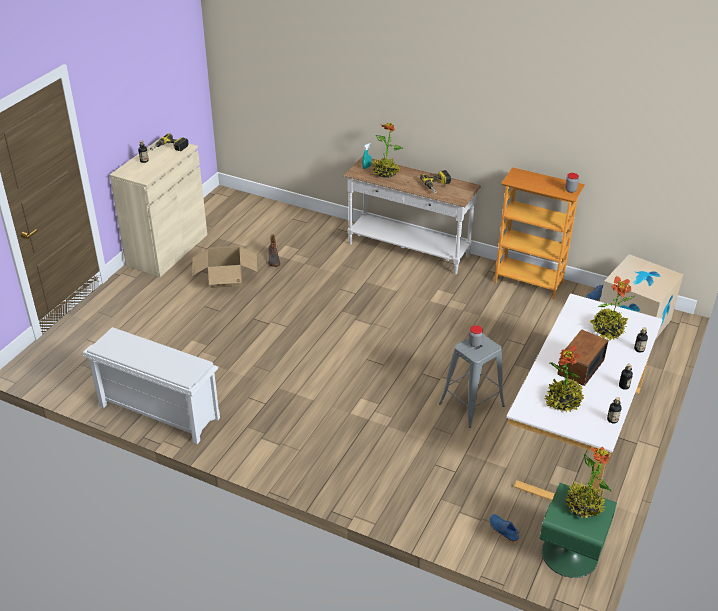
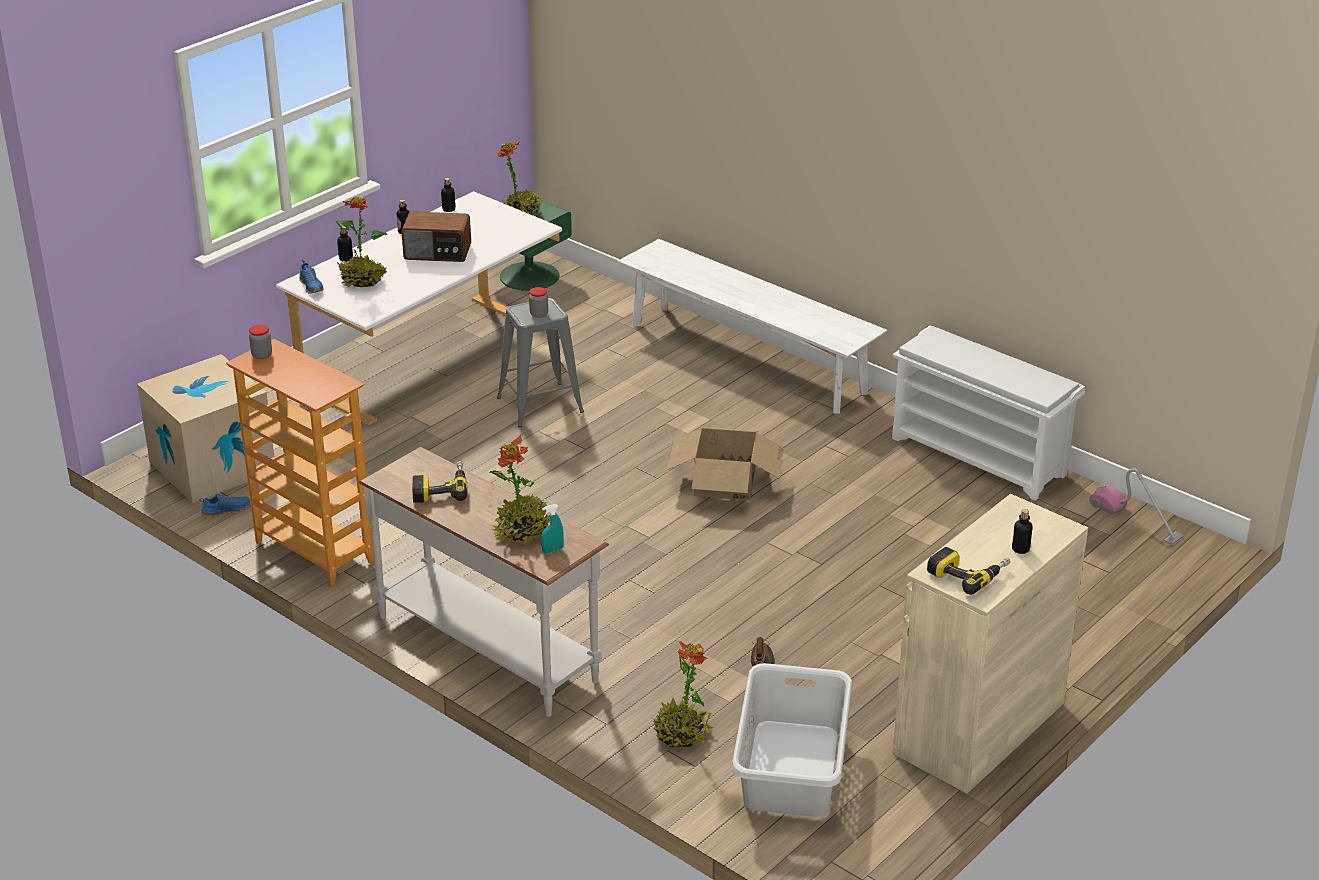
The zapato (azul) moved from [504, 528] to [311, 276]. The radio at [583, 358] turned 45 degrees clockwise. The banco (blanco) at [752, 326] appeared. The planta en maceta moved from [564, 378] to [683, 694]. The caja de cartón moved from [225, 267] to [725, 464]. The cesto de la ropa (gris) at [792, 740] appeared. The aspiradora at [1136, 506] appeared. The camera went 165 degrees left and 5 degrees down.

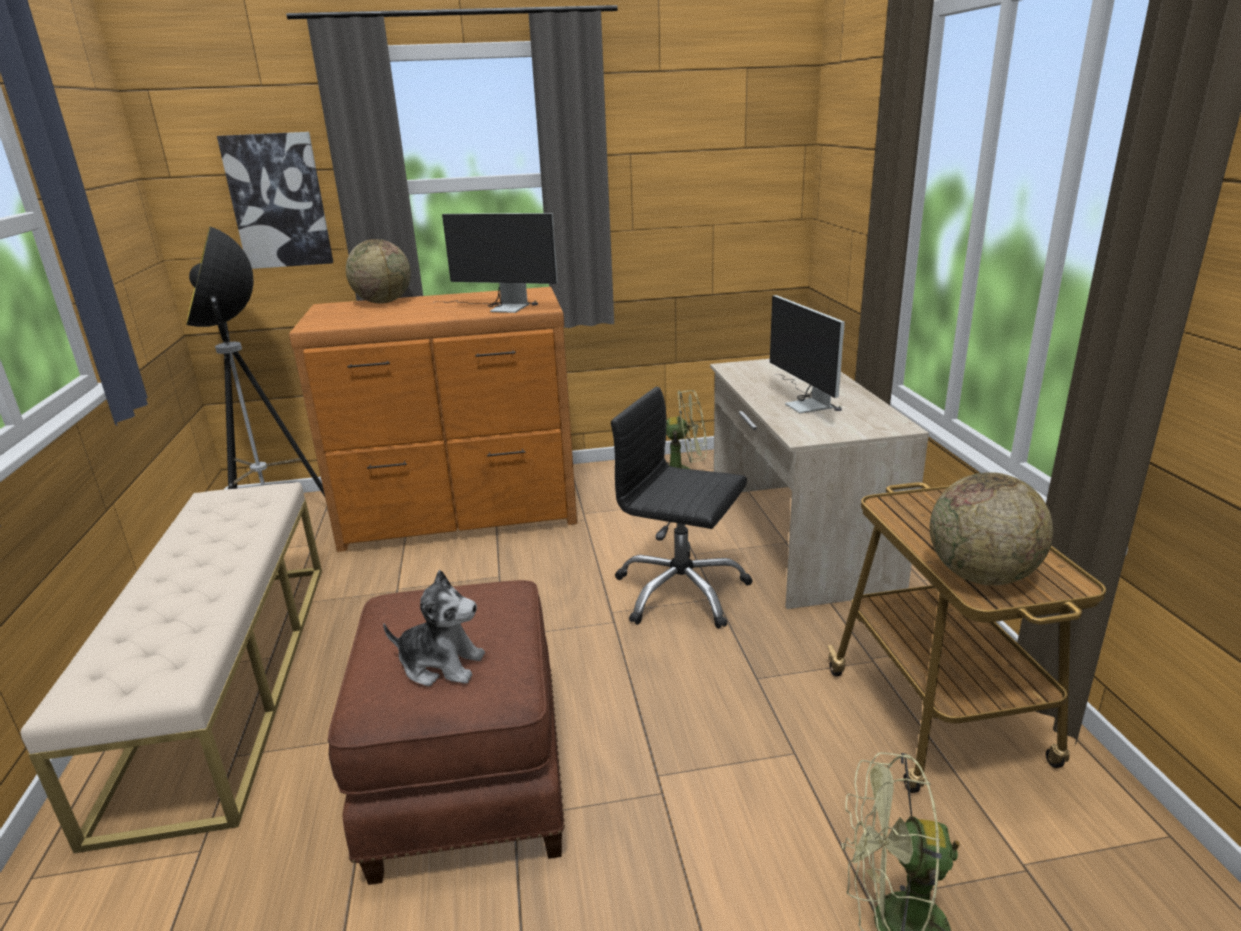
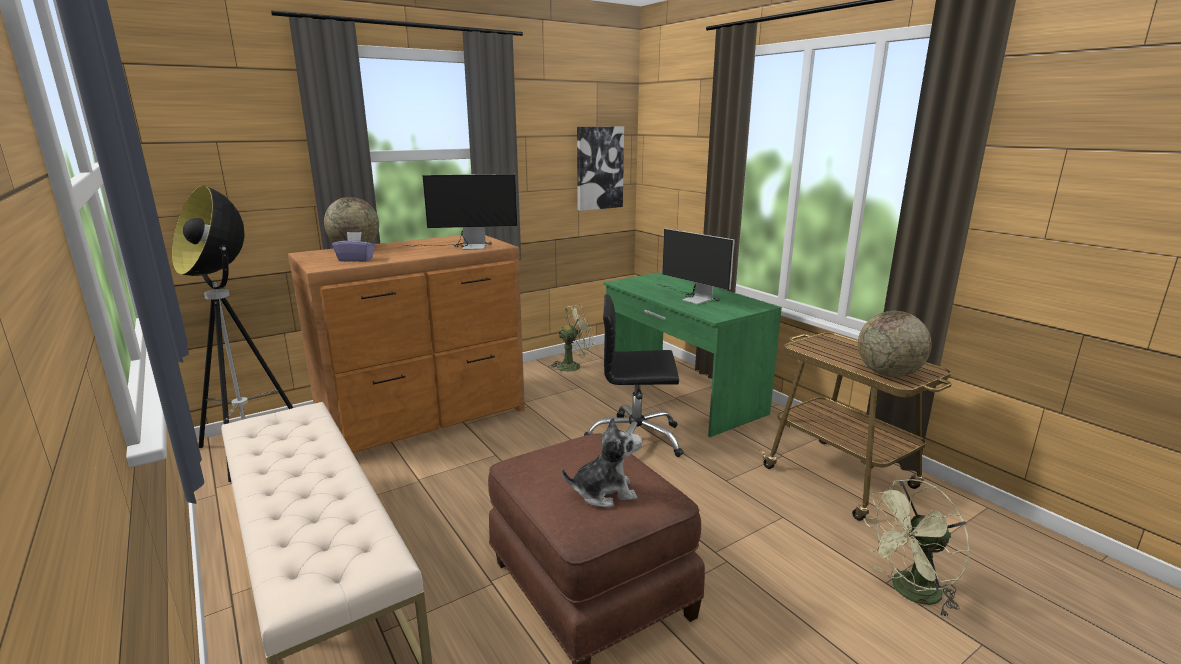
The caja de pañuelos (morado) at [353, 247] appeared. The cuadro moved from [275, 200] to [600, 168]. The escritorio (beis) at [819, 484] became the escritorio (verde) at [692, 354]. The camera went 25 degrees left and 5 degrees down.

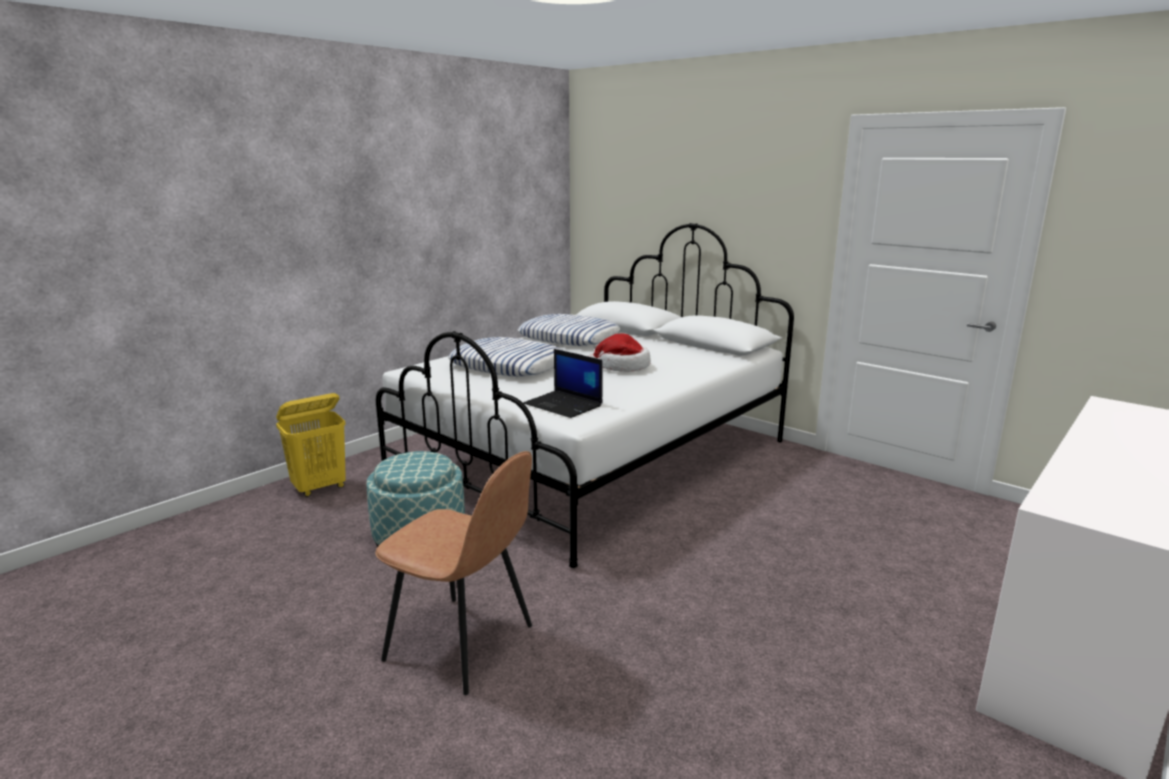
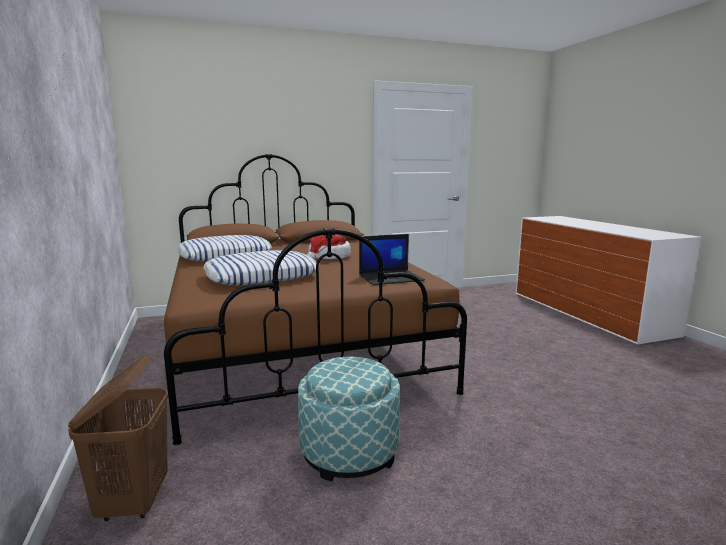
The cesto de la ropa (amarillo) at [311, 445] became the cesto de la ropa (marrón) at [118, 438]. The cama (blanco) at [585, 395] became the cama (marrón) at [315, 299]. The silla (marrón) at [453, 573] disappeared. The camera went 60 degrees left and 5 degrees down.

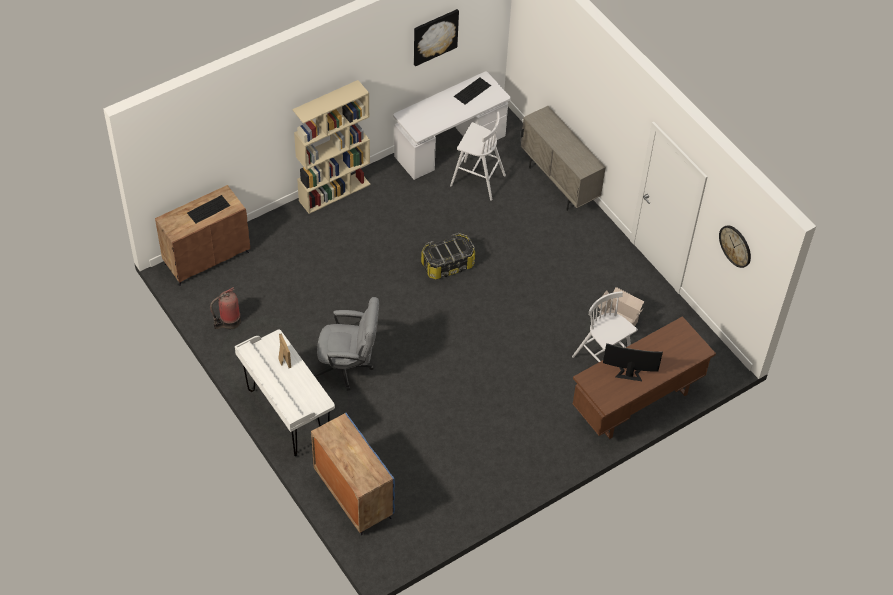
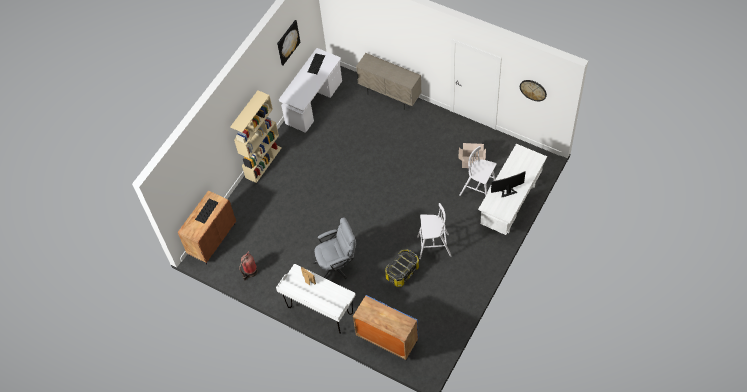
The caja de almacenaje moved from [448, 256] to [402, 268]. The taburete (blanco) moved from [478, 156] to [434, 231]. The escritorio (marrón) at [644, 377] became the escritorio (blanco) at [512, 189]. The camera went 20 degrees left and 5 degrees up.

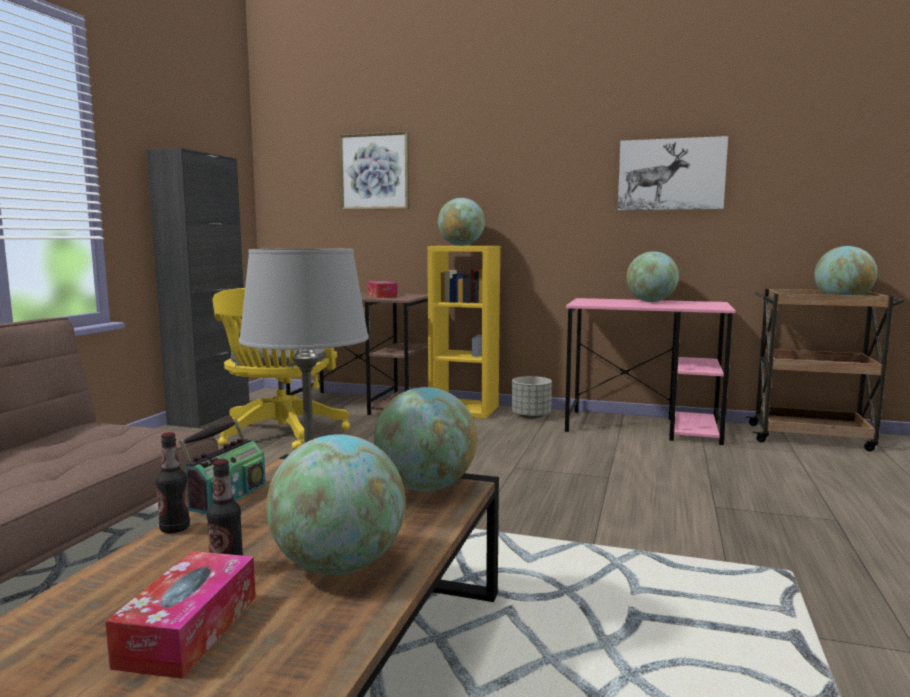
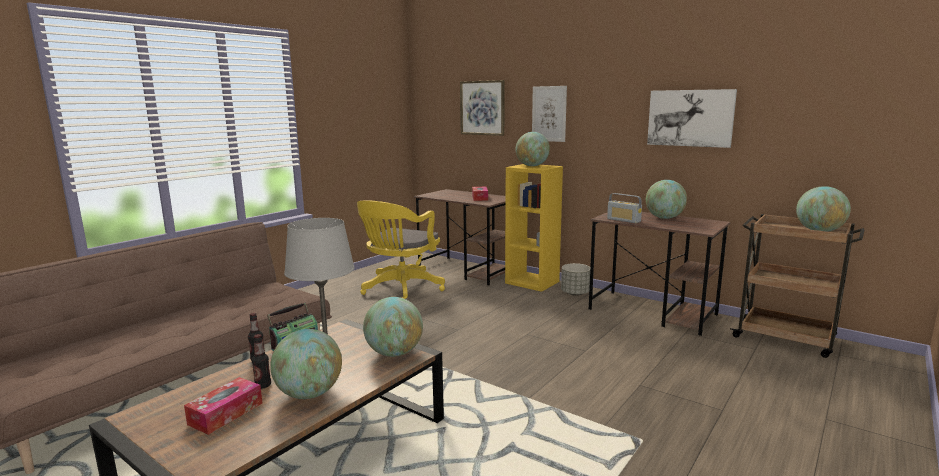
The cuadro at [549, 114] appeared. The escritorio (rosa) at [650, 371] became the escritorio (marrón) at [659, 274]. The radio at [624, 208] appeared. The armario (negro) at [198, 288] disappeared. The camera went 20 degrees right and 5 degrees up.

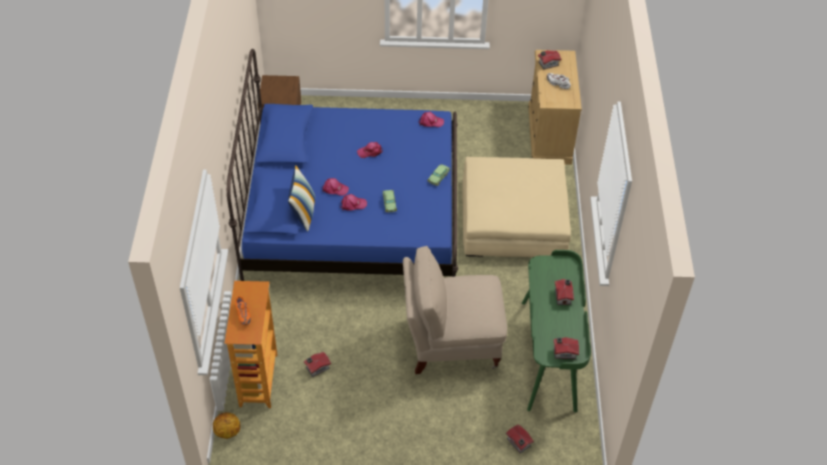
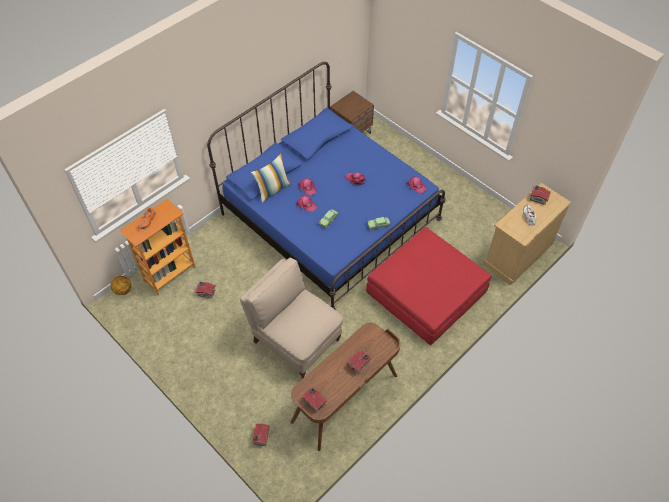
The escritorio (verde) at [556, 331] became the escritorio (marrón) at [345, 387]. The puf (beis) at [516, 207] became the puf (rojo) at [428, 286]. The camera went 45 degrees right and 5 degrees up.

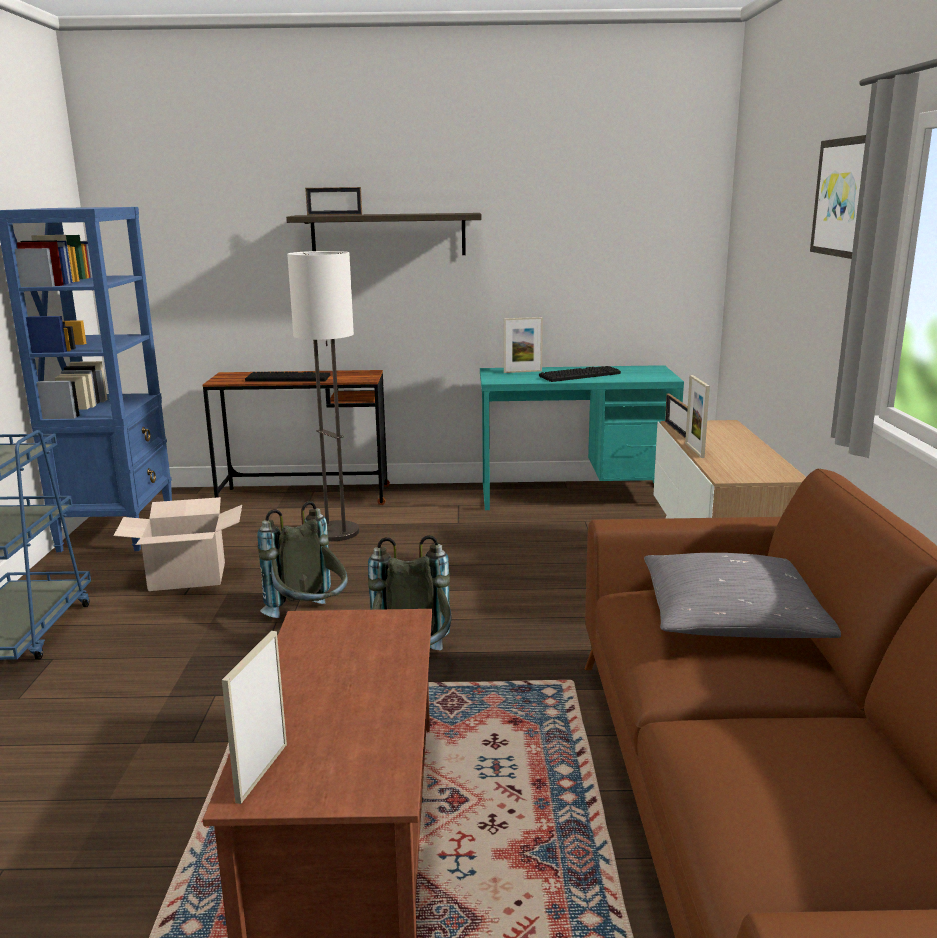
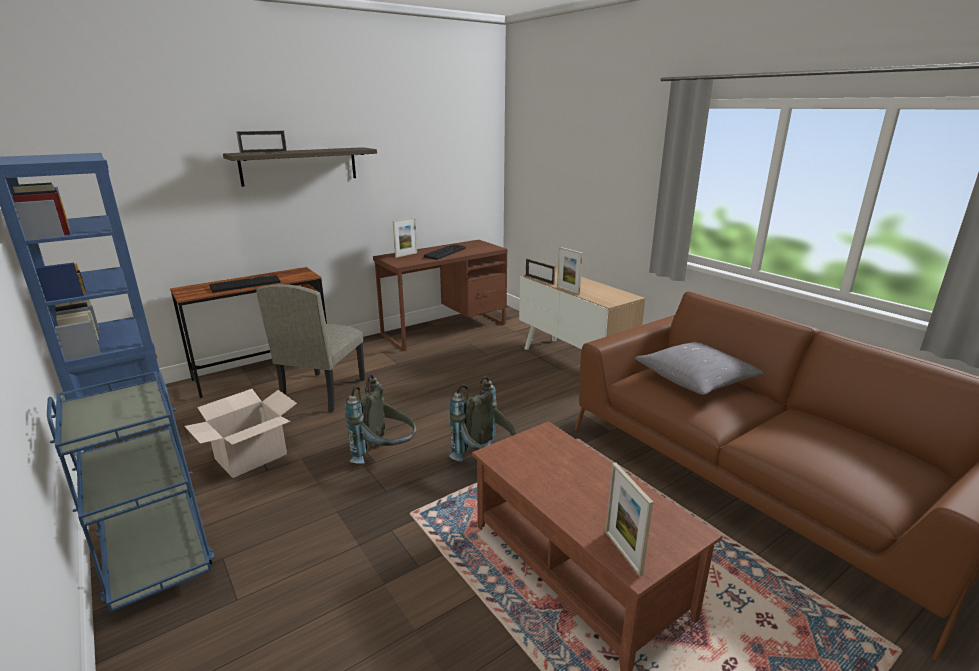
The lámpara de pie at [323, 396] was replaced by the silla (beis) at [310, 348]. The escritorio (turquesa) at [582, 437] became the escritorio (marrón) at [440, 295]. The cuadro at [838, 197] disappeared. The camera went 35 degrees left and 5 degrees up.

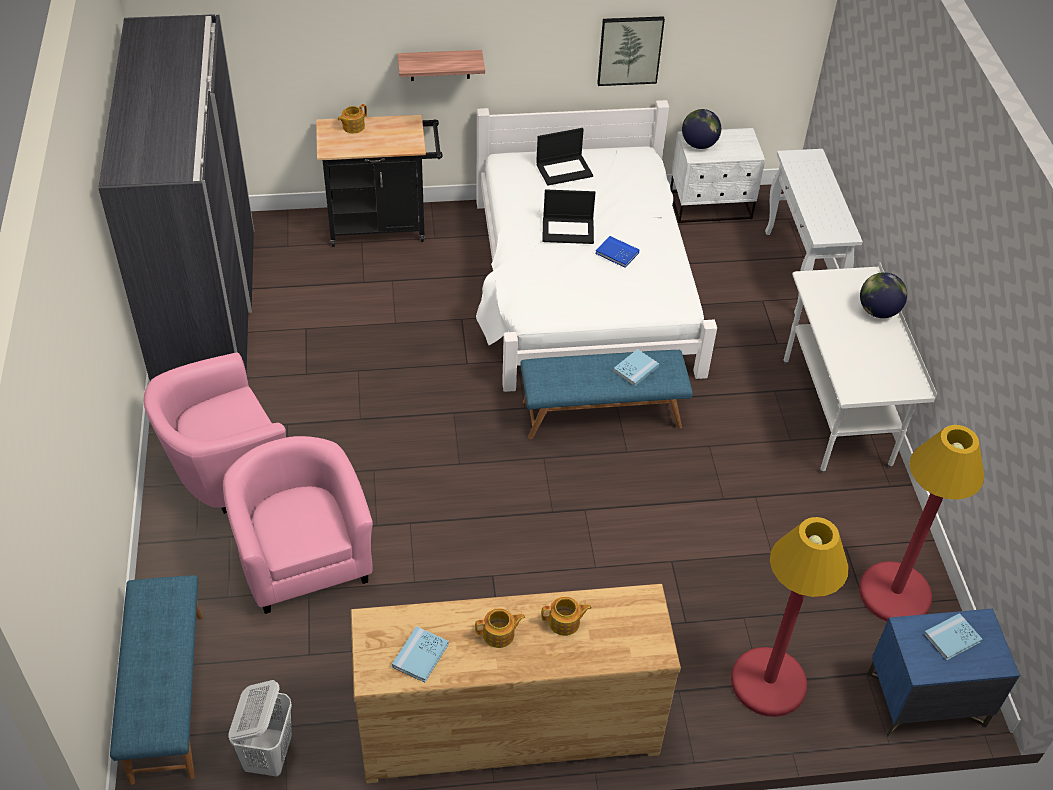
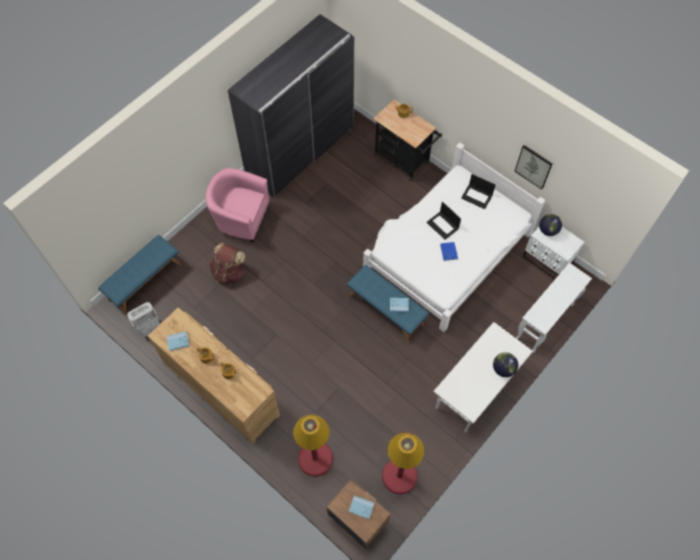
The sillón (rosa) at [298, 525] was replaced by the mochila (marrón) at [227, 264]. The mesita de noche (azul) at [943, 673] became the mesita de noche (marrón) at [359, 514]. The estante at [441, 65] disappeared. The camera went 50 degrees right and 15 degrees up.

